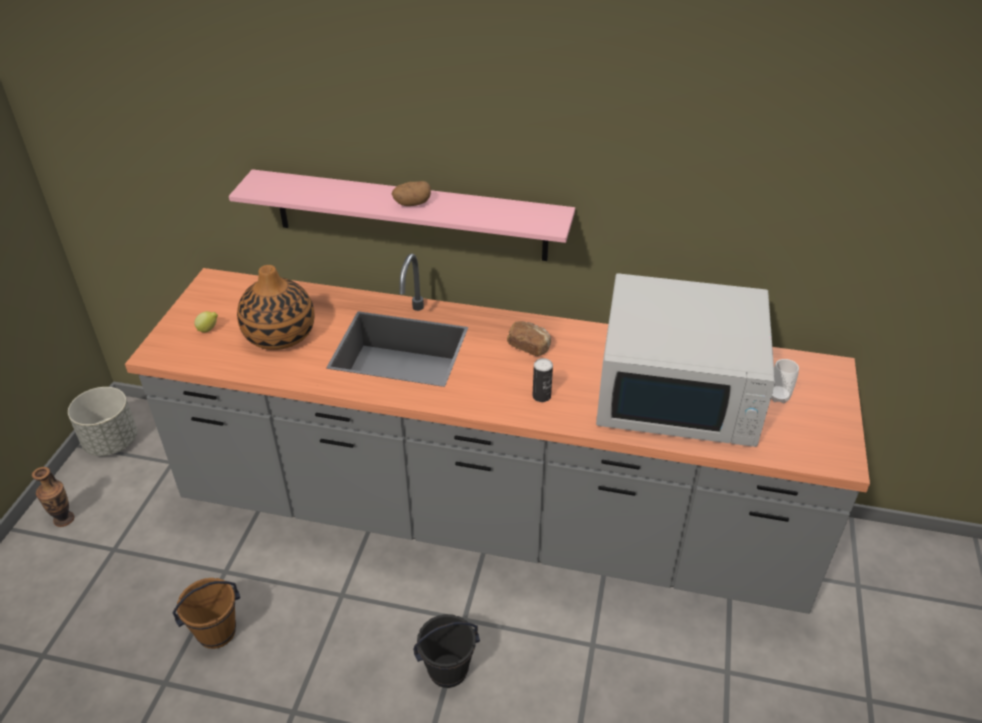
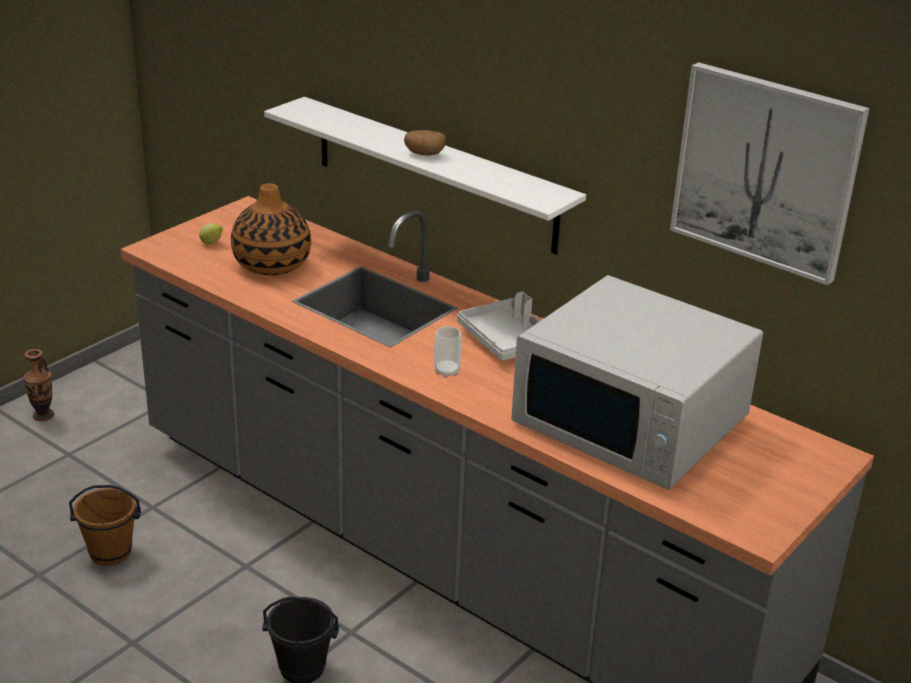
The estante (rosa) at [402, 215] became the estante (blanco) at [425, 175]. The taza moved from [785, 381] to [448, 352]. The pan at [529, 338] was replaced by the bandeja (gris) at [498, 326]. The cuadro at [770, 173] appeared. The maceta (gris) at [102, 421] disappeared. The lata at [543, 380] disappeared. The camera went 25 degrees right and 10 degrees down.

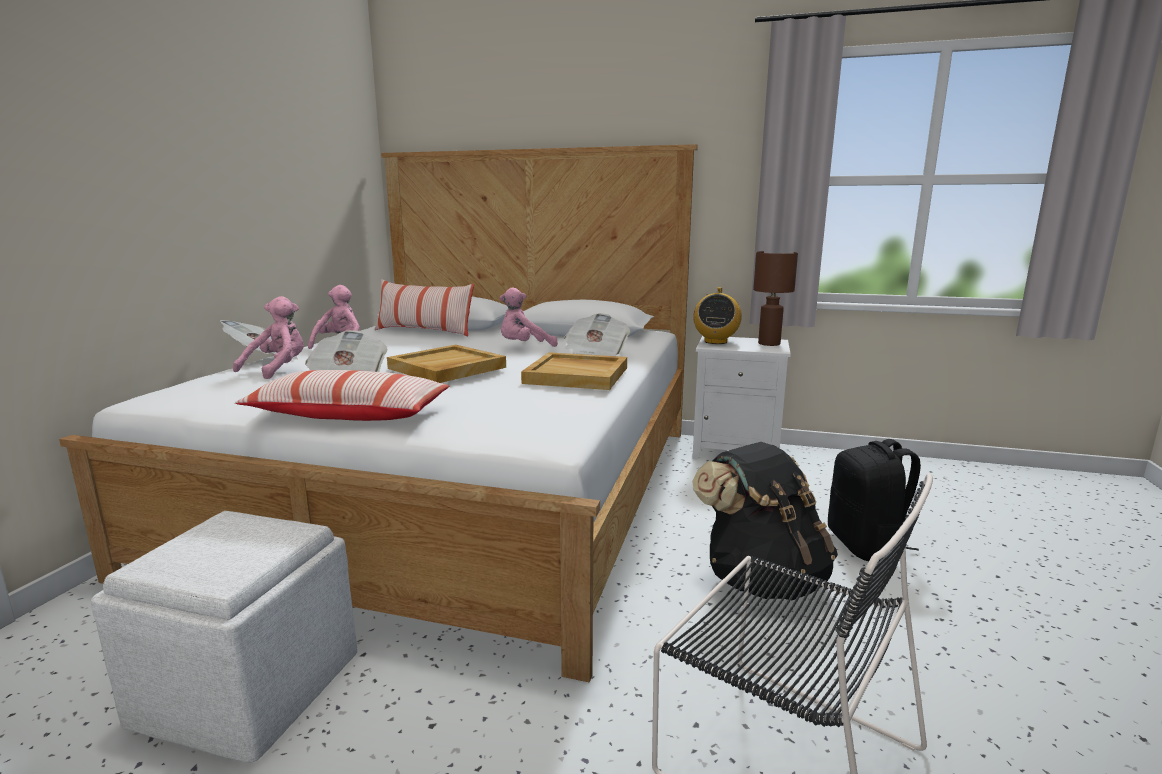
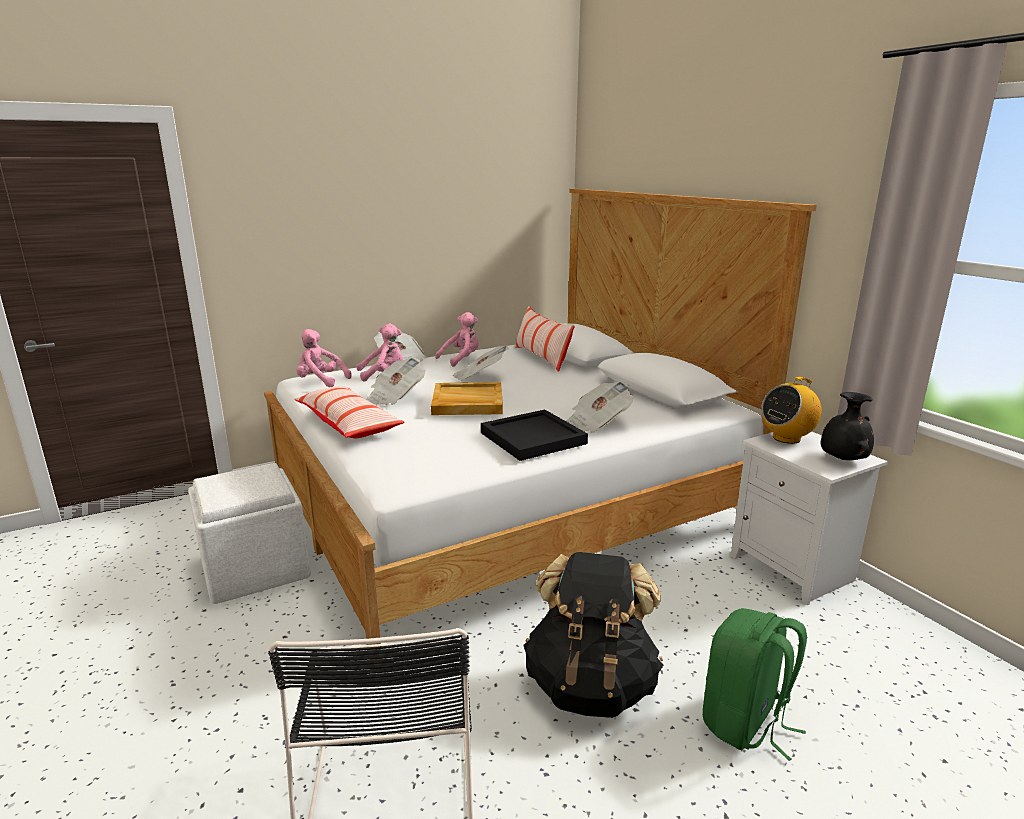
The peluche (rosa) moved from [528, 317] to [323, 358]. The periódico at [481, 363] appeared. The bandeja (beis) at [574, 371] became the bandeja (negro) at [534, 435]. The mochila (negro) at [874, 500] became the mochila (verde) at [755, 684]. The lámpara de mesa (marrón) at [775, 298] was replaced by the florero (negro) at [847, 426]. The camera went 45 degrees right and 5 degrees up.

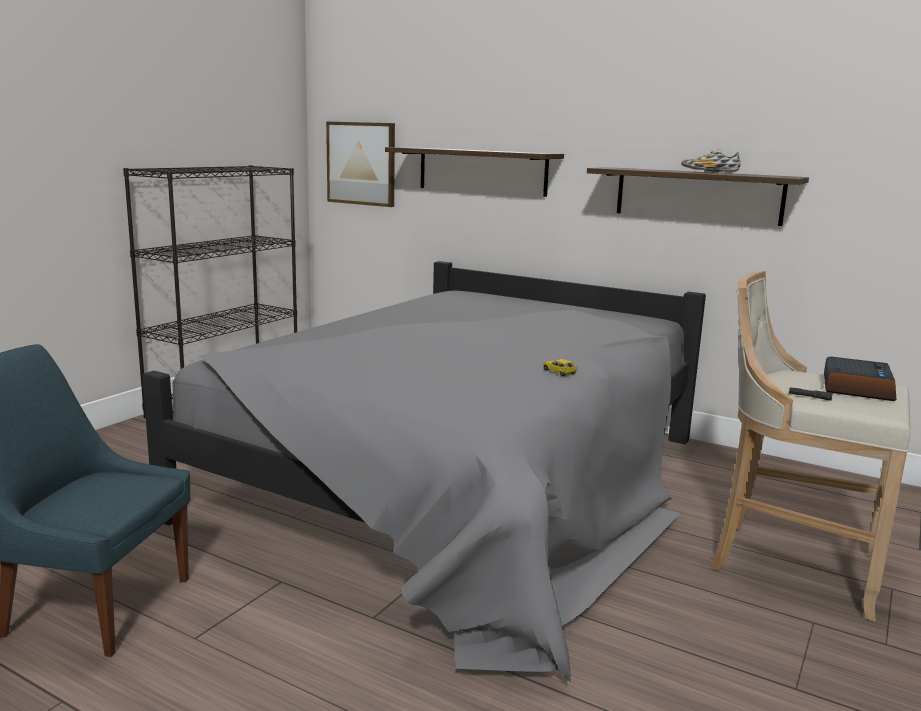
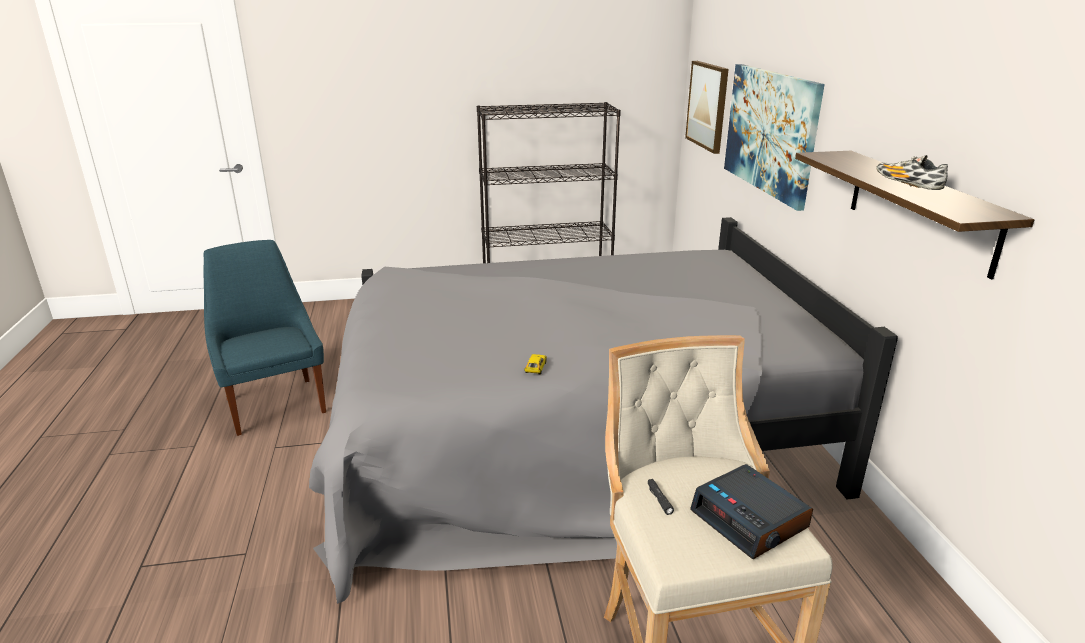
The despertador at [860, 379] turned 75 degrees clockwise. The estante at [474, 172] was replaced by the cuadro at [774, 137]. The camera went 50 degrees right and 10 degrees up.

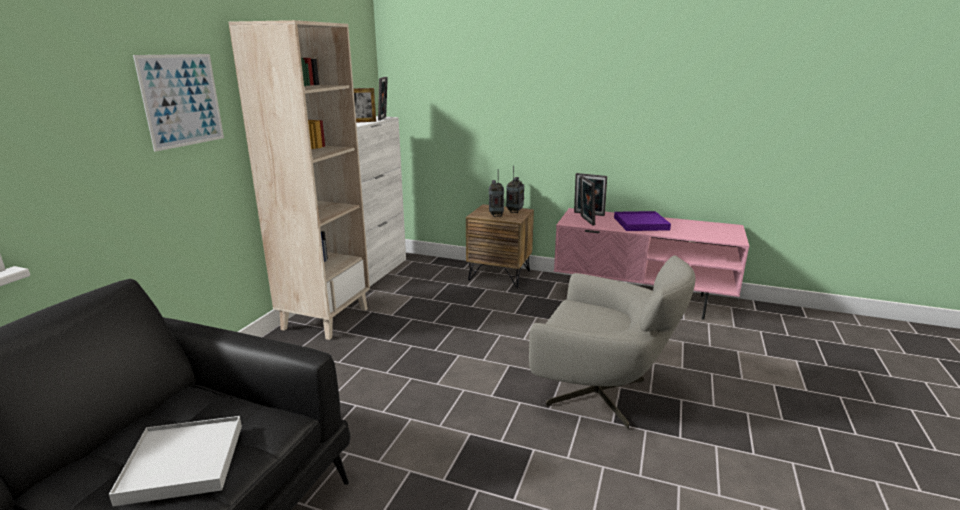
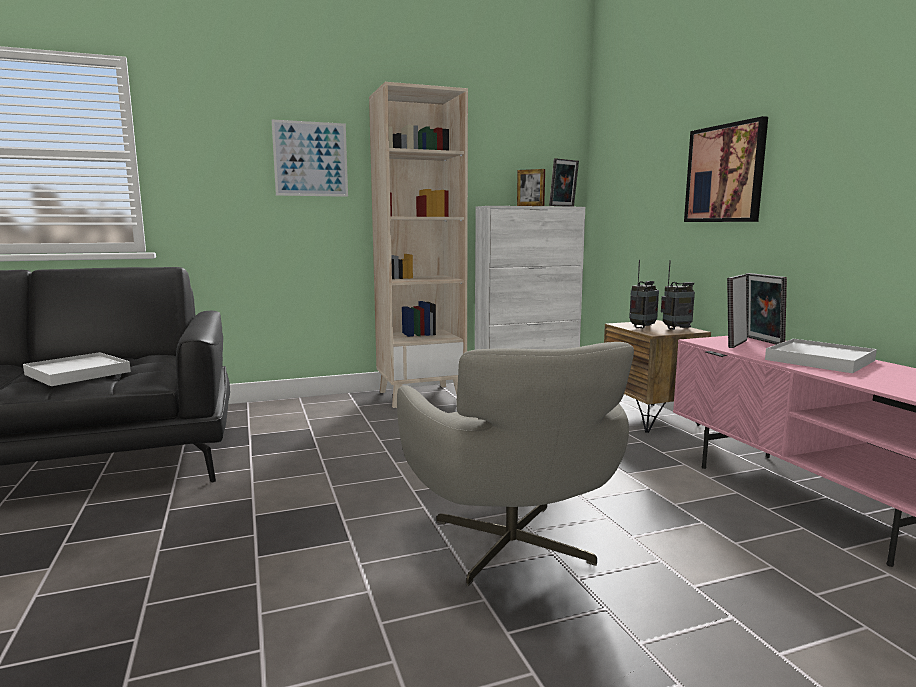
The cuadro at [726, 169] appeared. The bandeja (morado) at [642, 221] became the bandeja (blanco) at [821, 356]. The camera went 50 degrees right and 10 degrees down.

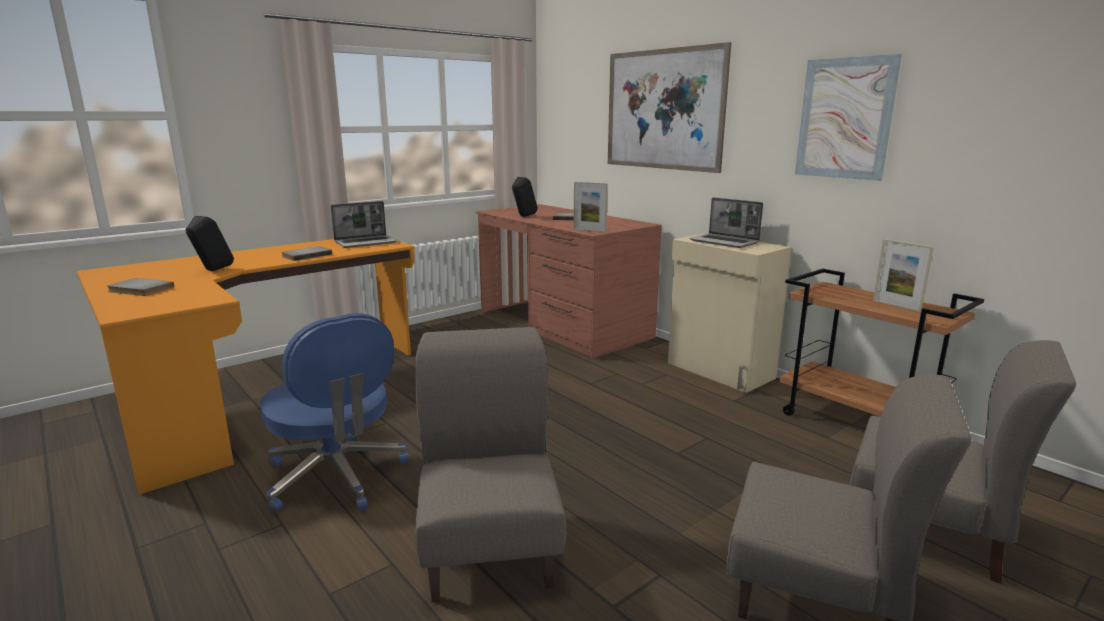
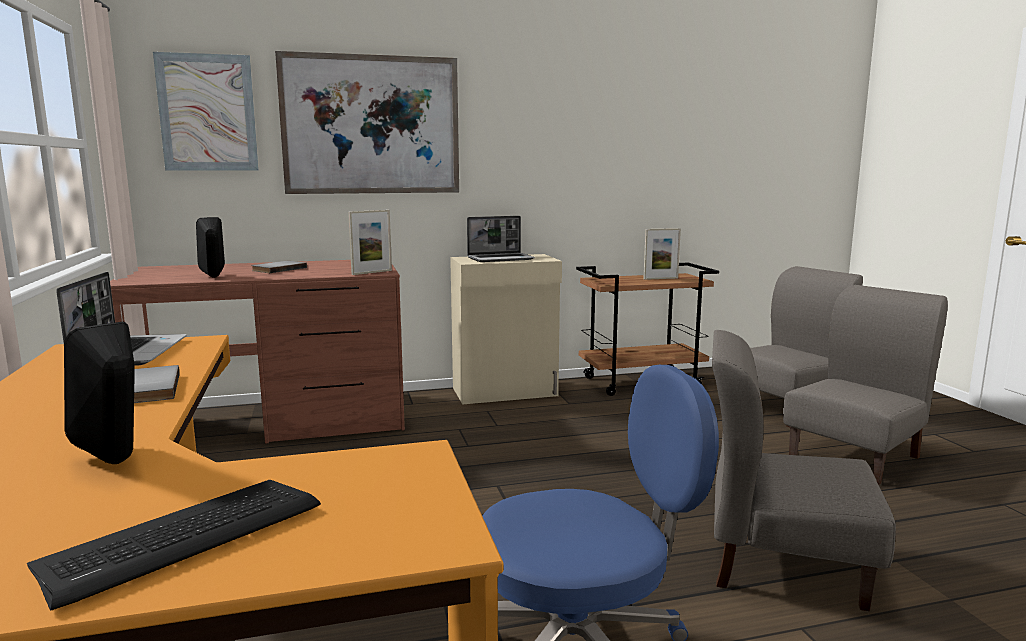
The libro (gris) at [140, 287] was replaced by the teclado at [174, 545]. The cuadro moved from [848, 117] to [206, 111]. The camera went 65 degrees left and 5 degrees down.

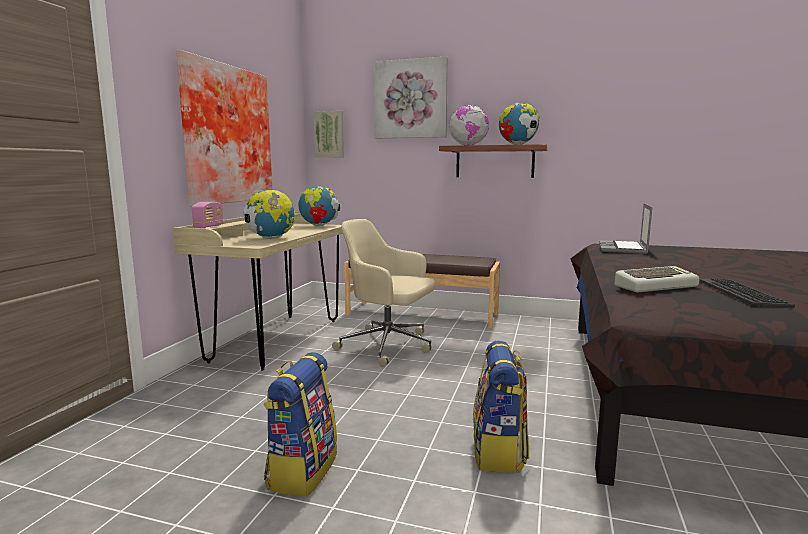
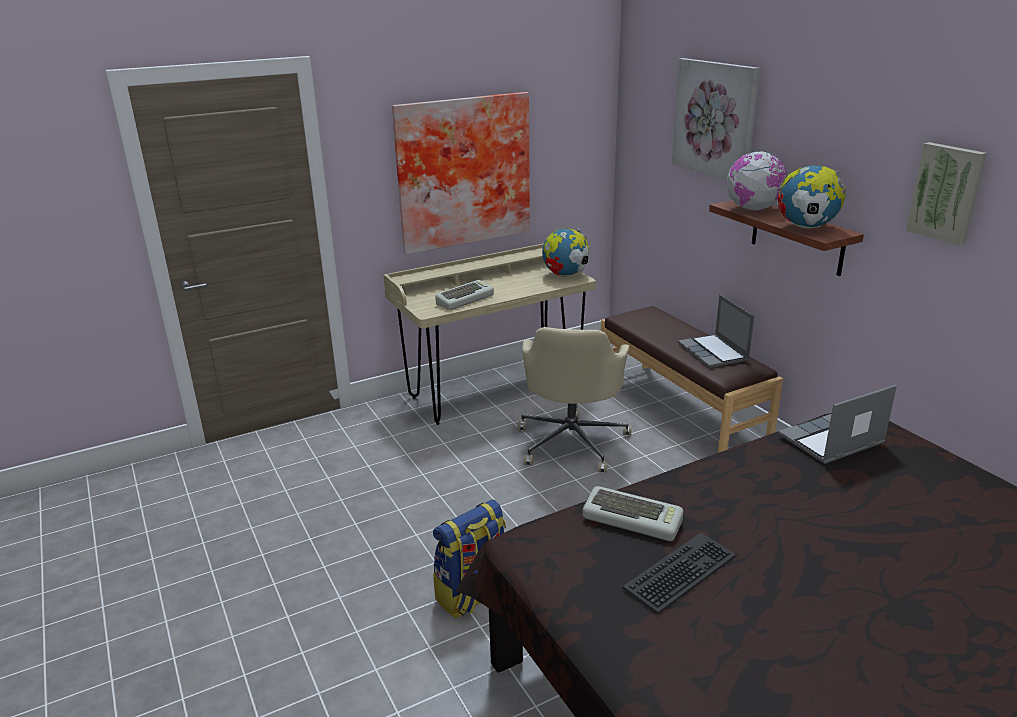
The globo terráqueo at [269, 214] was replaced by the teclado at [464, 295]. The silla de oficina (beis) at [383, 293] turned 150 degrees counterclockwise. The portátil at [716, 331] appeared. The cuadro moved from [328, 134] to [946, 194]. The radio at [208, 215] disappeared. The mochila at [300, 424] disappeared. The camera went 45 degrees right and 15 degrees up.

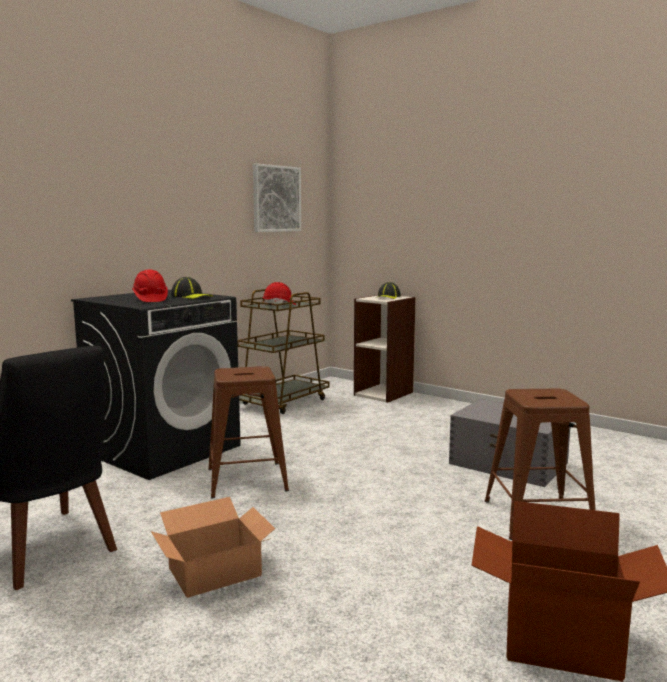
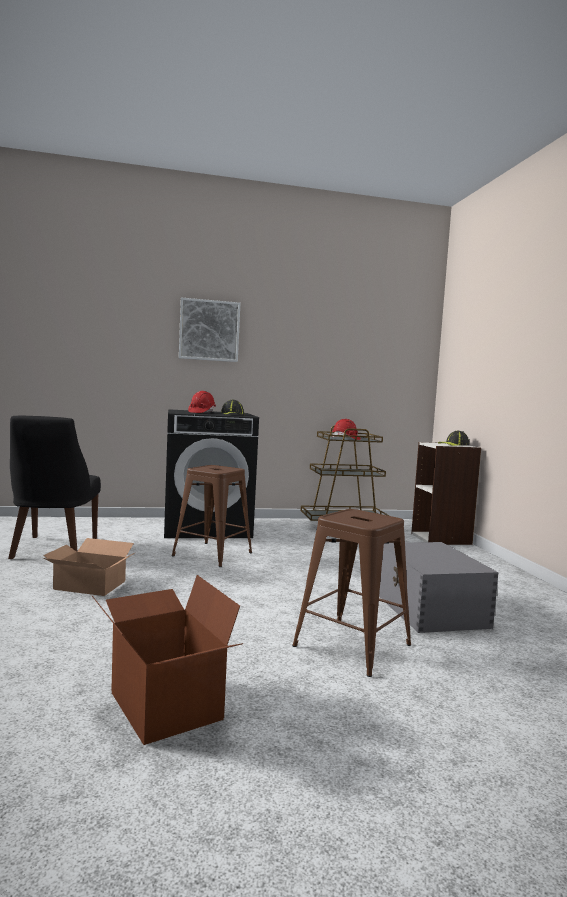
The cuadro moved from [277, 197] to [209, 330]. The camera went 40 degrees right and 5 degrees down.

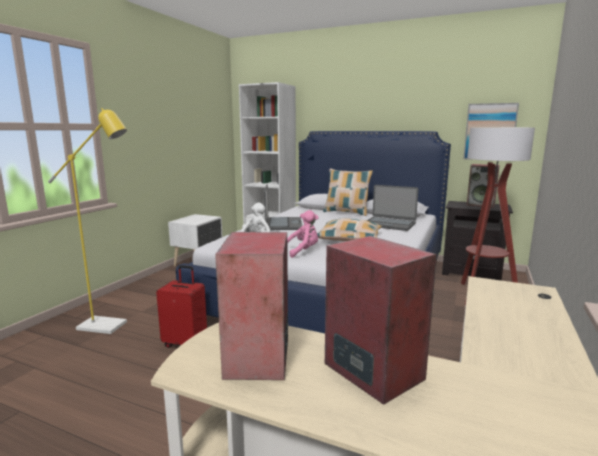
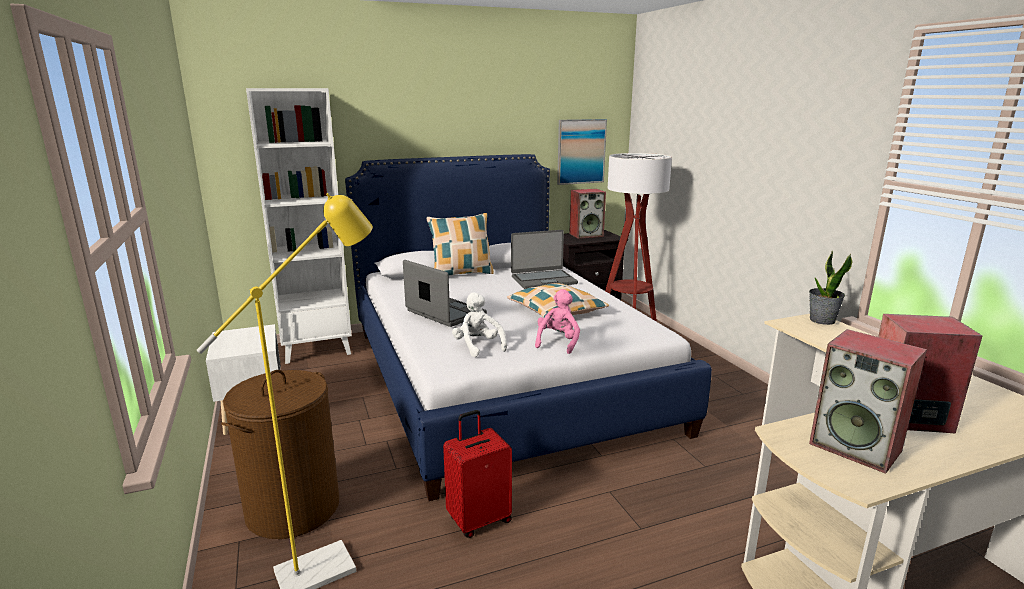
The cesto de la ropa (marrón) at [280, 454] appeared. The planta en maceta at [831, 288] appeared. The camera went 45 degrees left and 5 degrees up.

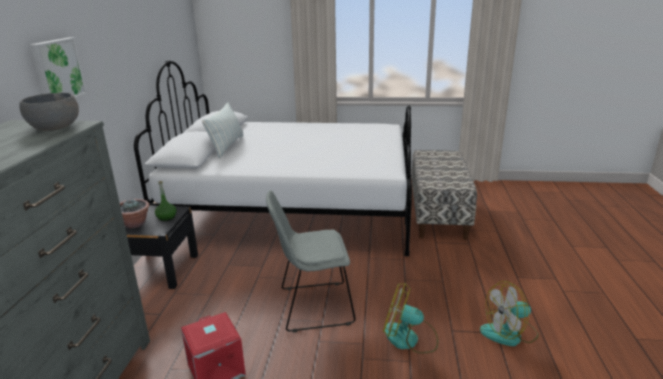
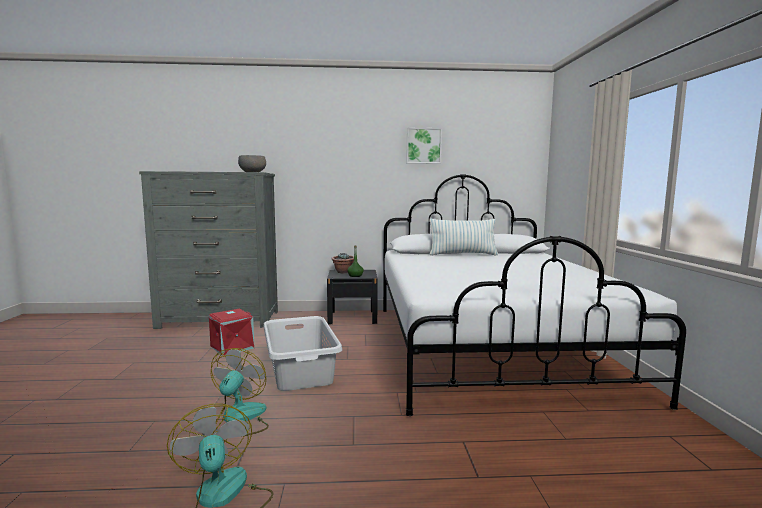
The silla (gris) at [311, 261] was replaced by the cesto de la ropa (gris) at [302, 353]. The cuadro moved from [58, 68] to [424, 146]. The banco at [444, 195] disappeared. The camera went 80 degrees right and 15 degrees down.

